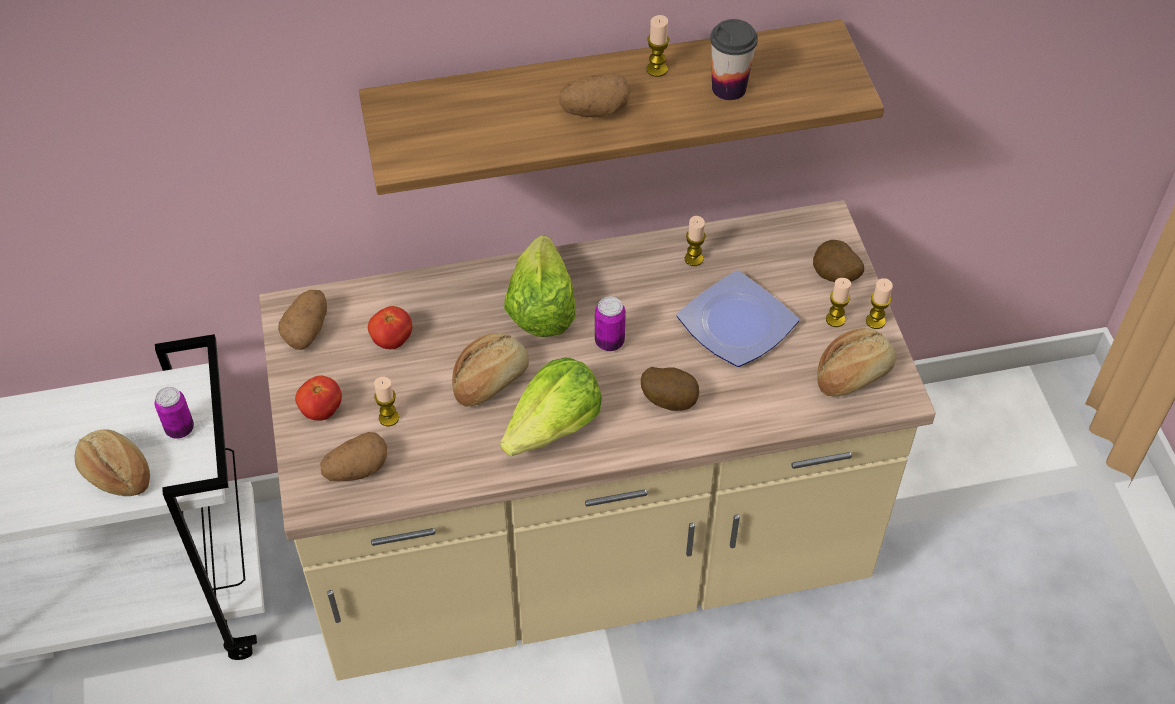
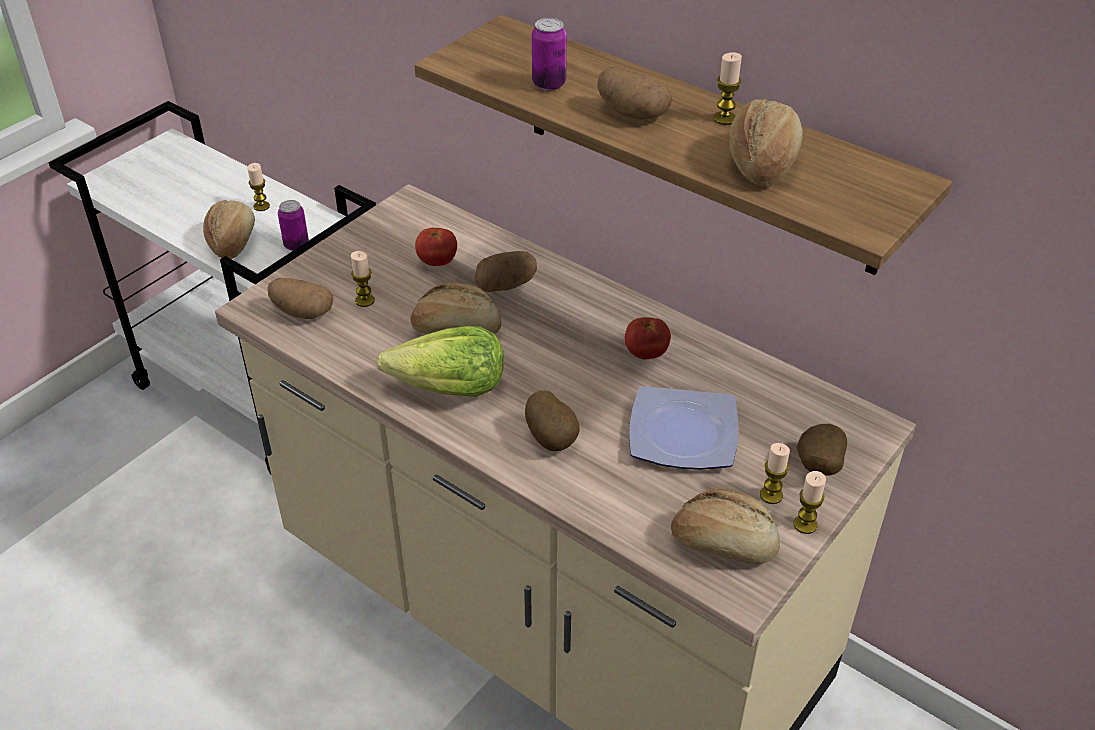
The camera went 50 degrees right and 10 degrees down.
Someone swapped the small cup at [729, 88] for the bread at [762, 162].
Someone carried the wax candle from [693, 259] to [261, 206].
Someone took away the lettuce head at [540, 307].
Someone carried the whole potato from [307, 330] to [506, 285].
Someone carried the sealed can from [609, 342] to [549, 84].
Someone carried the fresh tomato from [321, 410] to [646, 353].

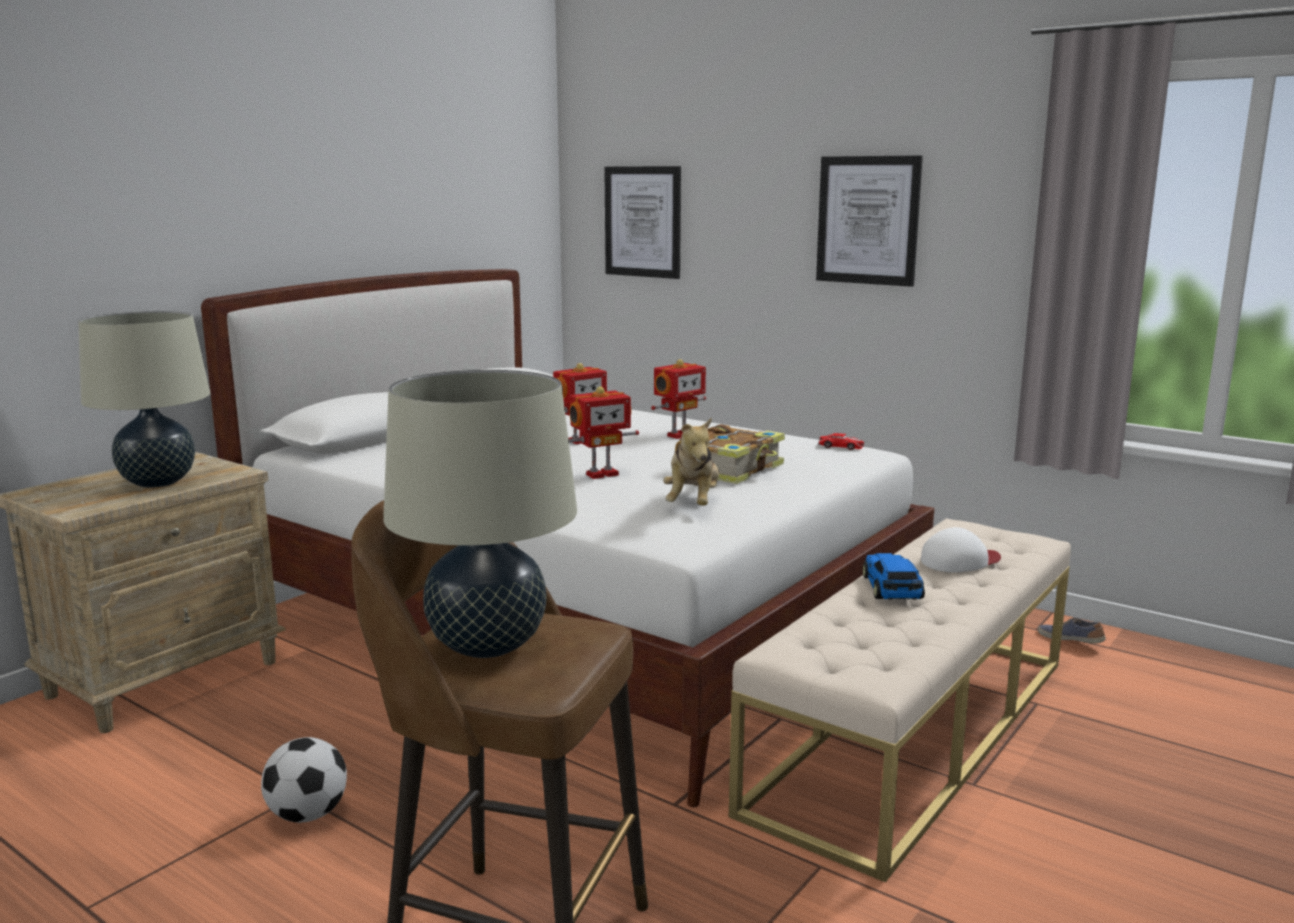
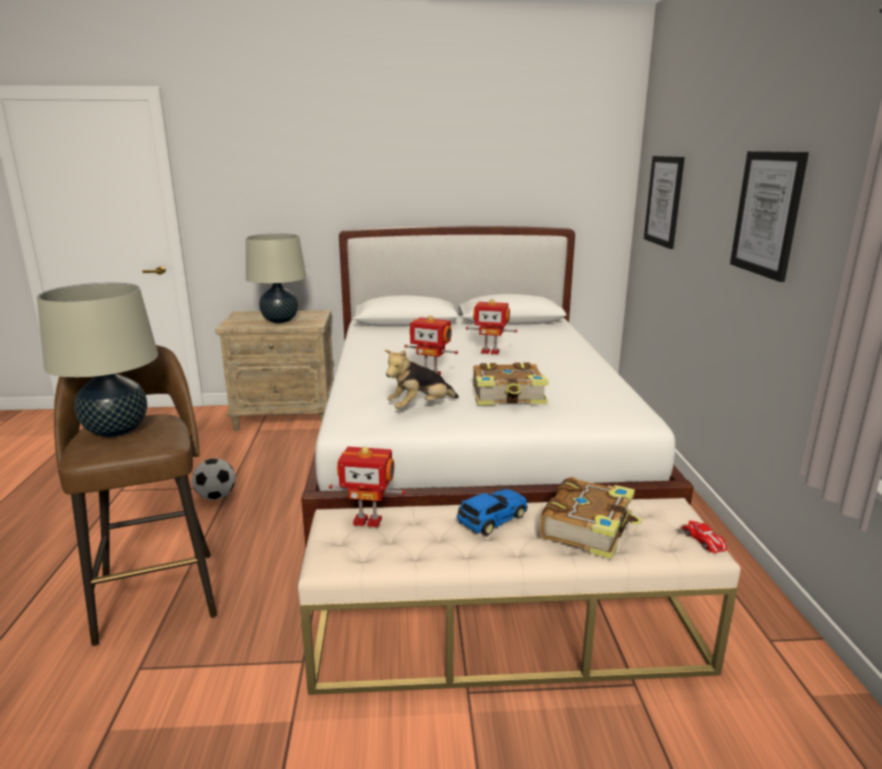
The camera went 50 degrees right and 5 degrees up.
Someone carried the toy robot from [679, 435] to [368, 520].
Someone carried the toy car from [840, 447] to [704, 540].
Someone swapped the white-coloured peaked cap at [960, 561] for the bound book at [589, 528].
Someone took away the shoe at [1070, 640].

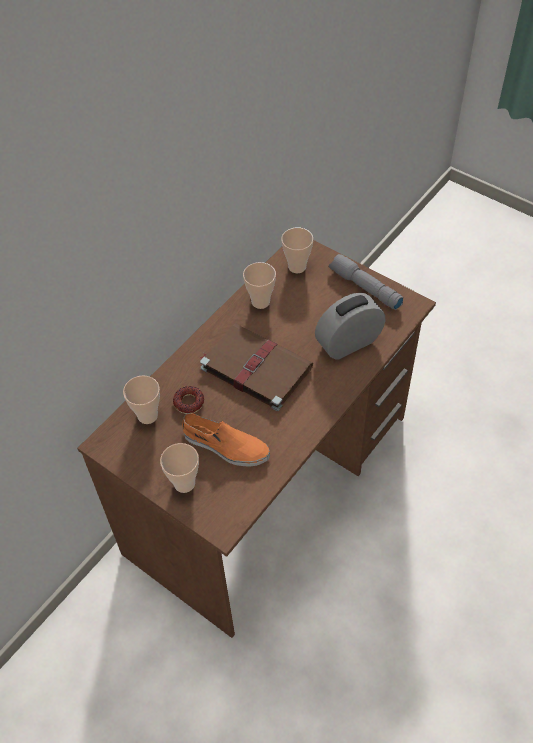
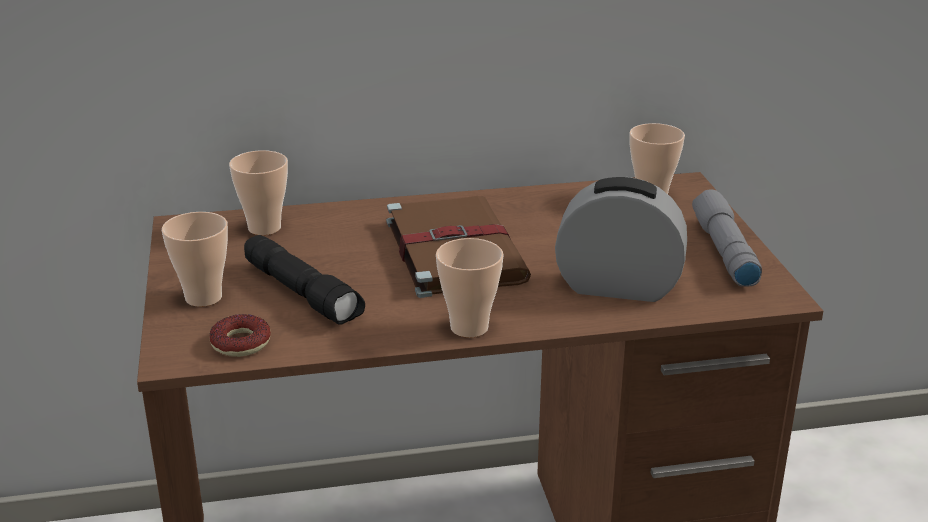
The camera went 40 degrees right and 25 degrees down.
Someone carried the small cup from [260, 302] to [469, 327].
Someone carried the donut from [189, 402] to [240, 343].
Someone swapped the orange shoe at [225, 446] for the black-coloured hand torch at [303, 293].

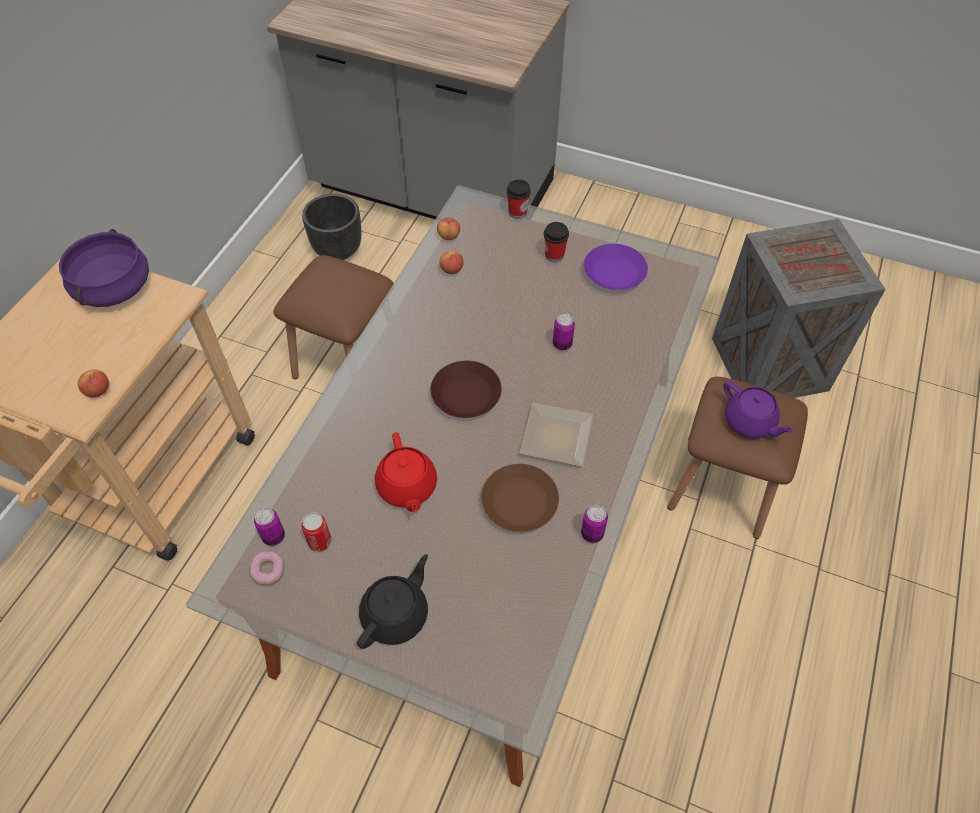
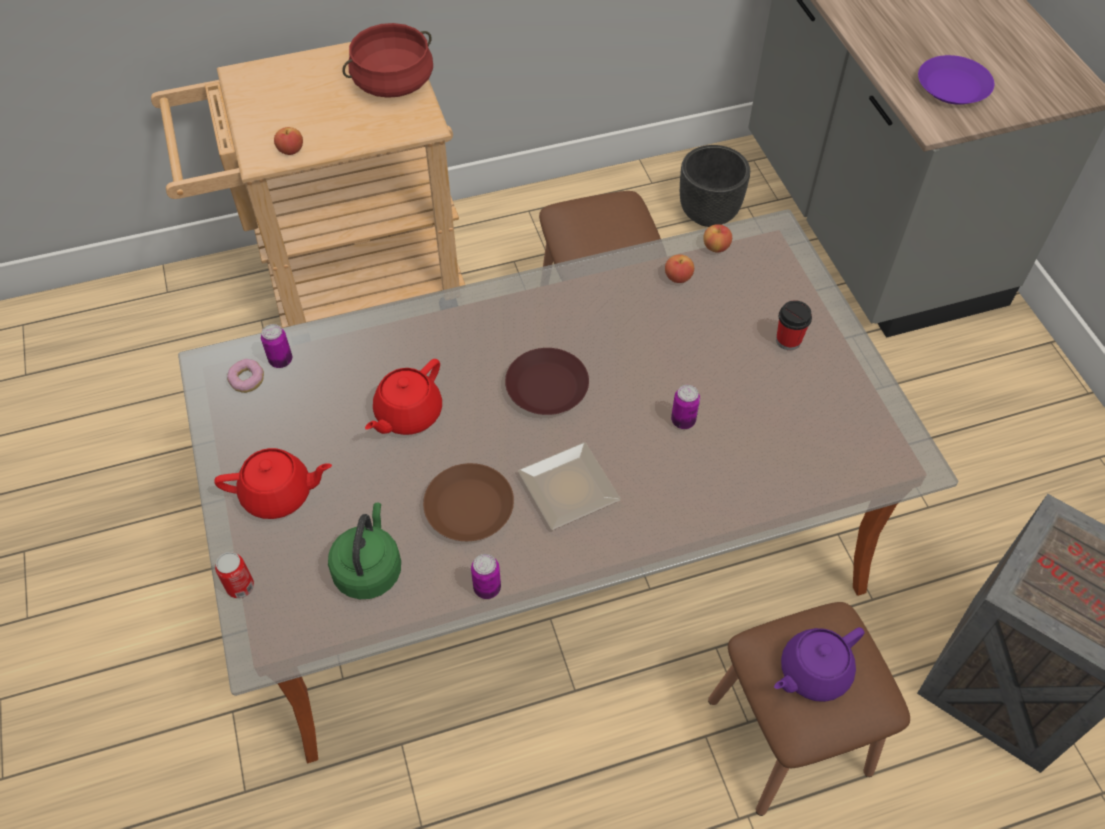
The camera went 50 degrees right and 0 degrees up.
Someone took away the small cup at [517, 212].
Someone repainted the purplish saucepot at [113, 287], which became the red-coloured saucepot at [393, 82].
Someone carried the purplish plate from [615, 272] to [953, 87].
Someone rotated the purplish teapot at [750, 422] by 45 degrees clockwise.
Someone carried the sealed can from [320, 541] to [240, 586].
Someone repainted the black-coloured teapot at [396, 615], which became the red-coloured teapot at [279, 494].
Someone put down the green water kettle at [369, 569].

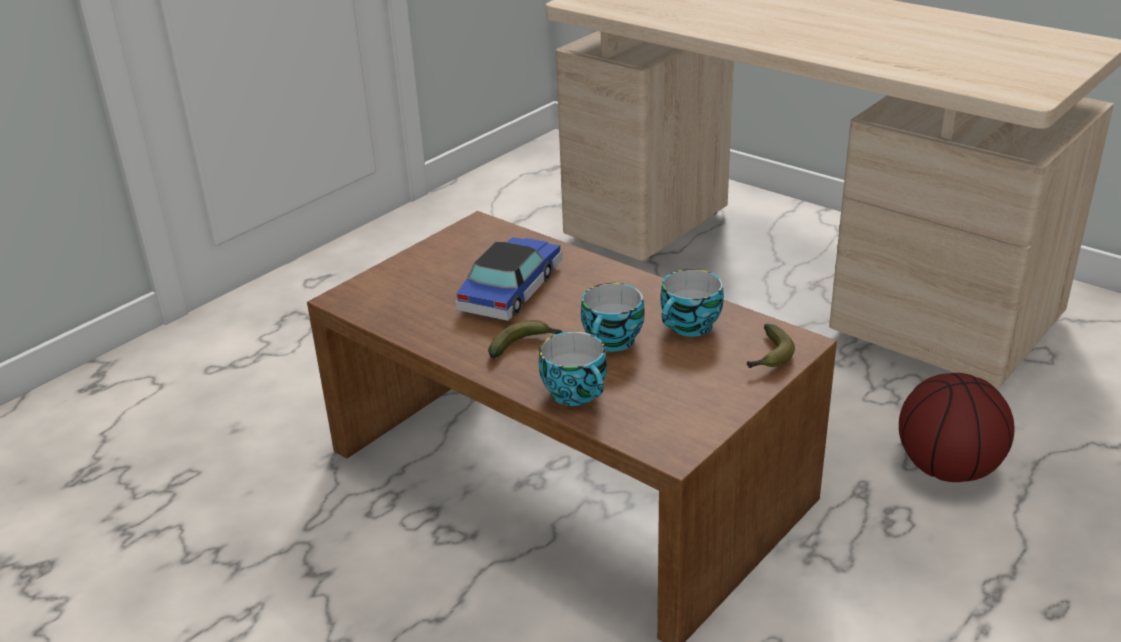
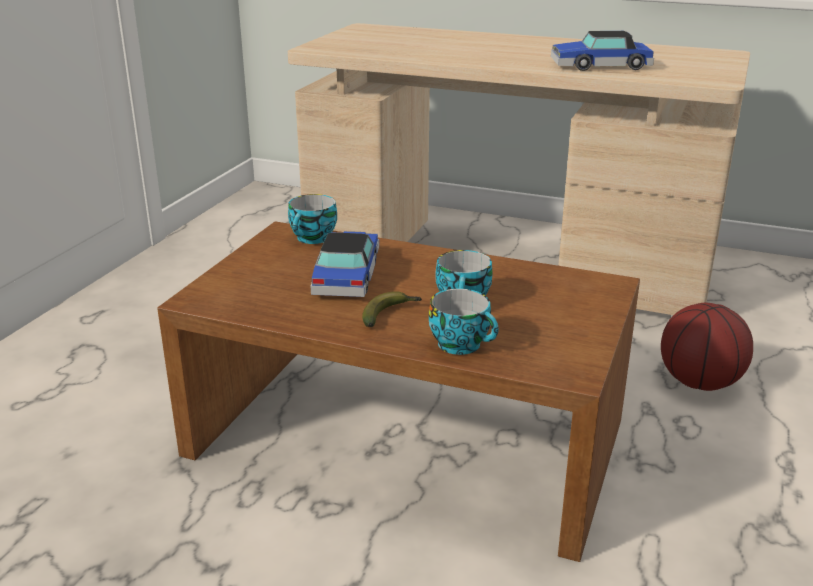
The camera went 20 degrees left and 5 degrees down.
Someone carried the small cup from [690, 327] to [313, 238].
Someone took away the banana at [769, 357].
Someone put down the toy car at [600, 66].

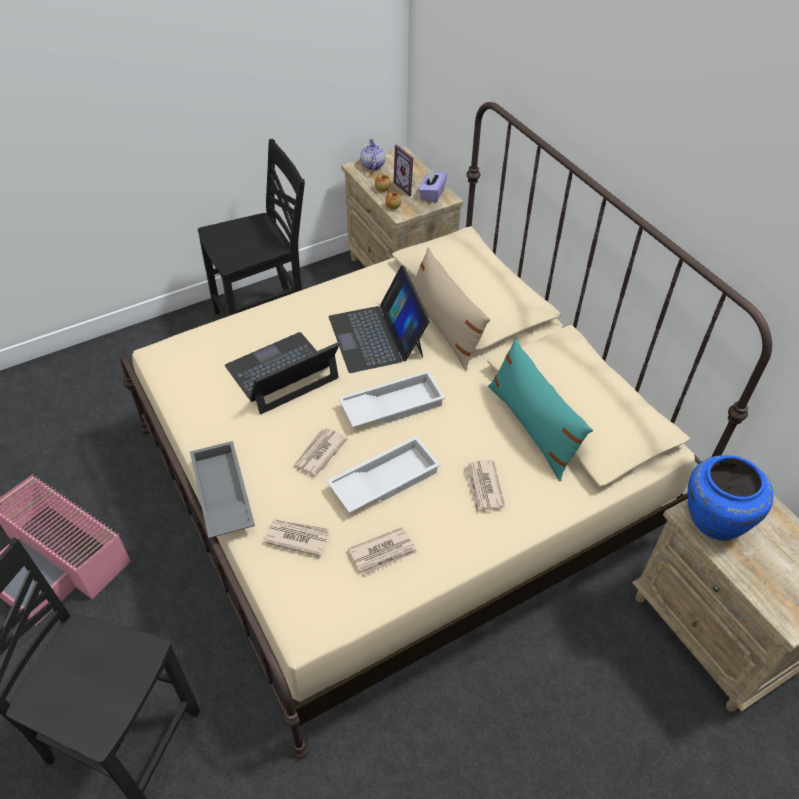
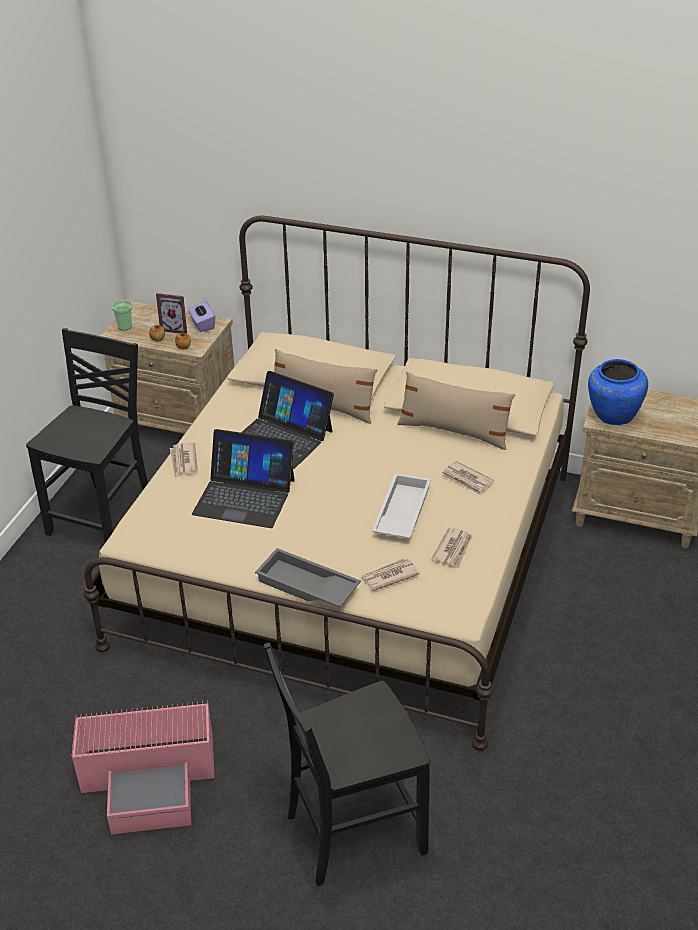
The camera went 40 degrees left and 10 degrees down.
Someone swapped the teapot at [372, 165] for the small cup at [125, 327].
Someone rotated the portable computer at [282, 373] by 90 degrees counterclockwise.
Someone repainted the turquoise pillow at [532, 427], which became the sand-coloured pillow at [454, 431].
Someone took away the white-coloured tray at [392, 405].
Someone carried the daily paper from [318, 453] to [183, 462].

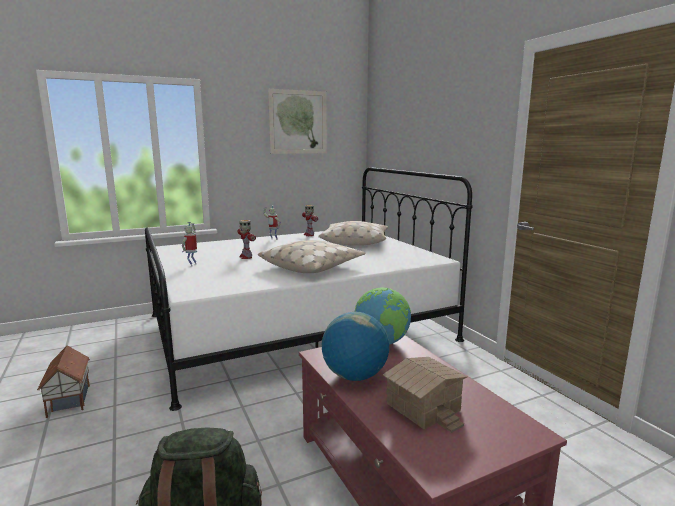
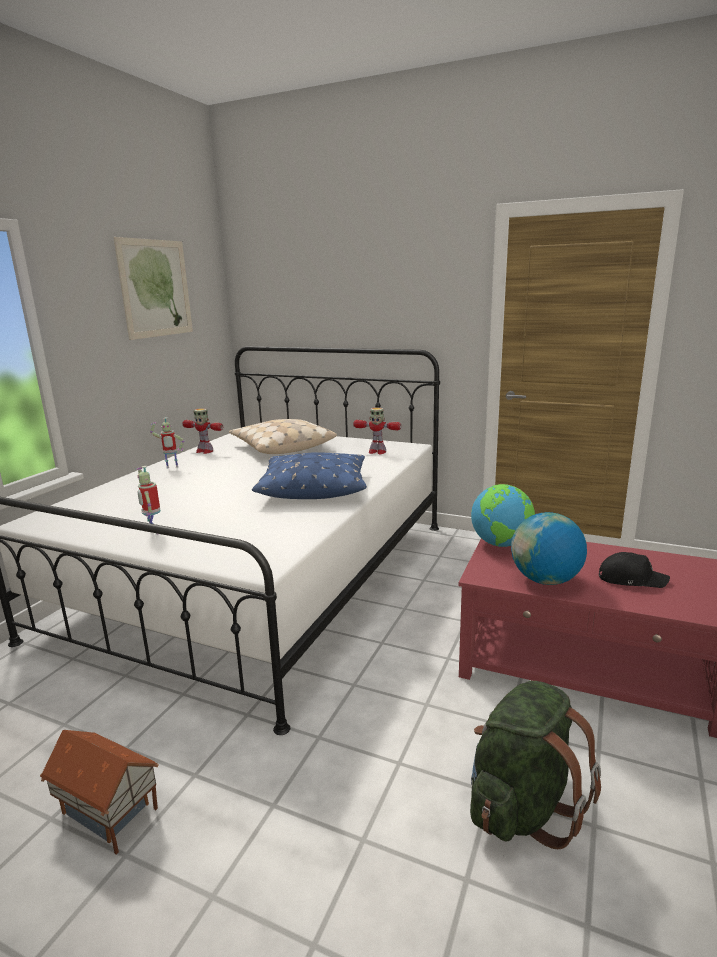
The camera went 40 degrees left and 5 degrees up.
Someone carried the toy robot from [246, 257] to [377, 452].
Someone repainted the sand-coloured pillow at [312, 266], which became the bluish pillow at [313, 488].
Someone swapped the model house at [424, 406] for the black-coloured peaked cap at [630, 579].

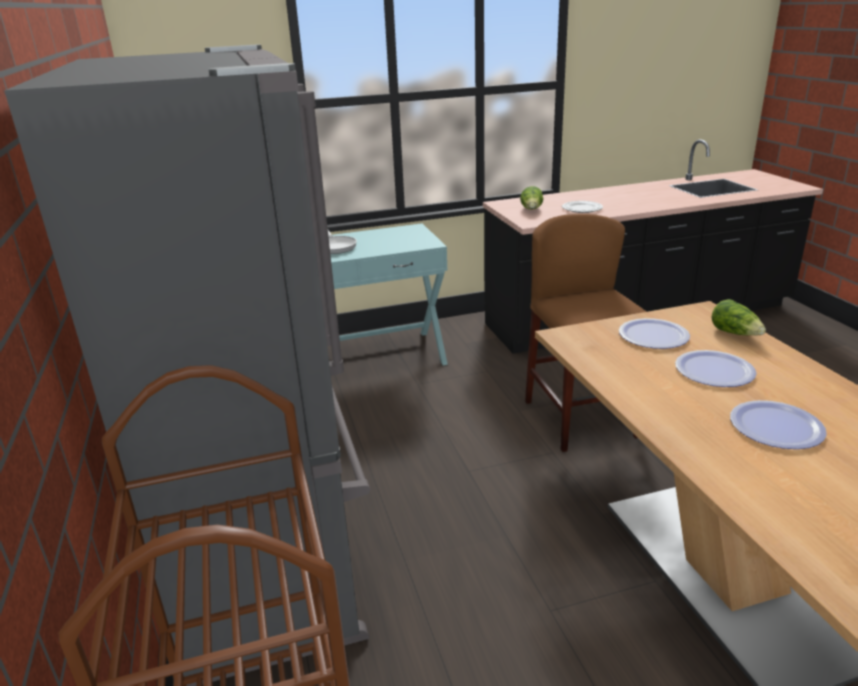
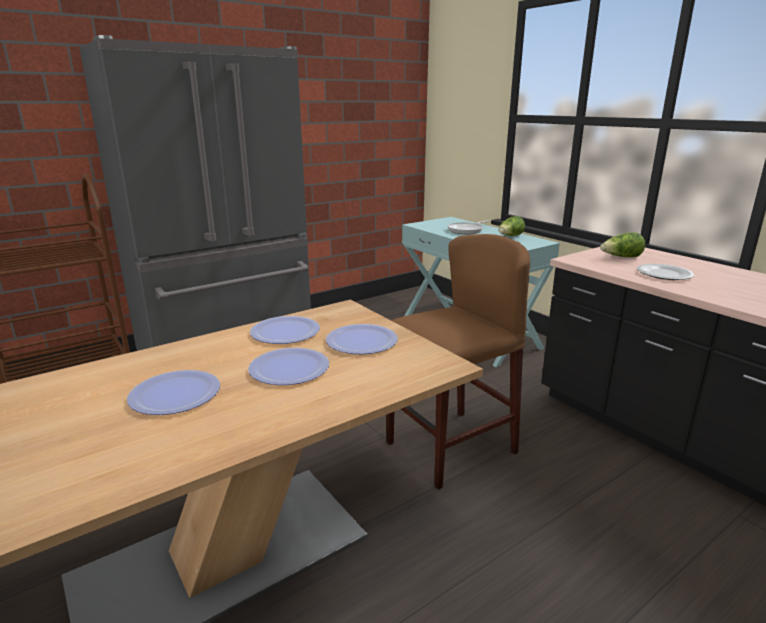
The camera went 70 degrees right and 5 degrees down.
Someone carried the lettuce head from [735, 333] to [510, 236].
Someone put down the plate at [285, 332].

